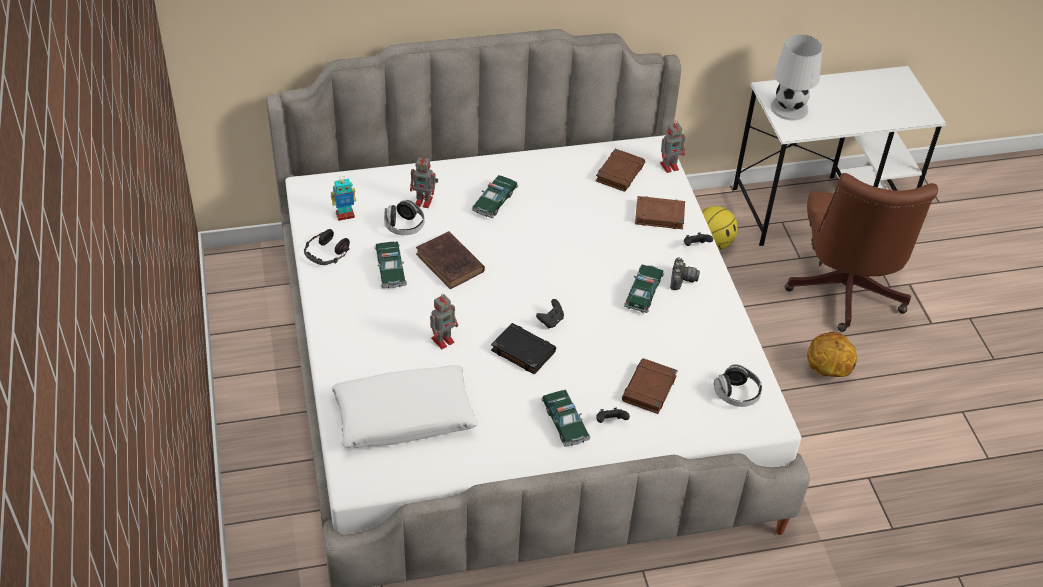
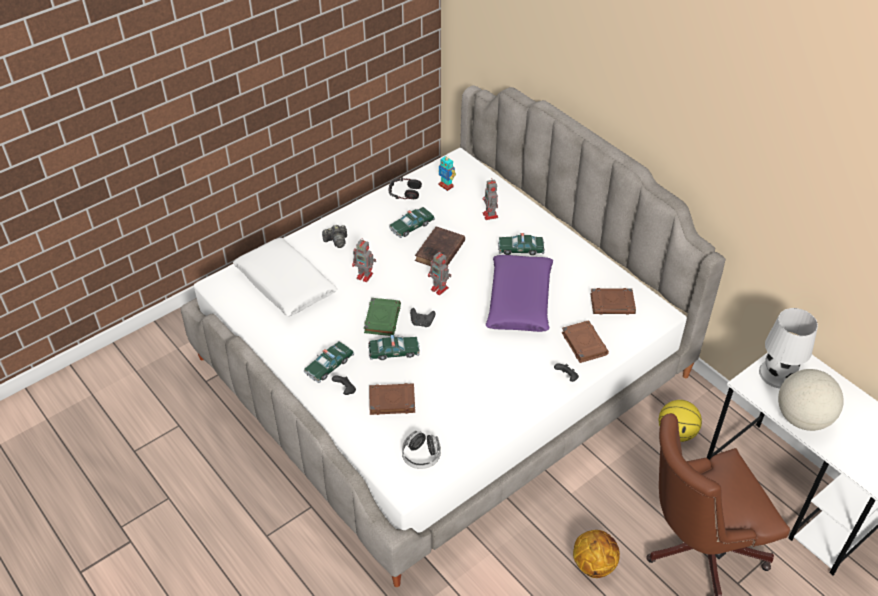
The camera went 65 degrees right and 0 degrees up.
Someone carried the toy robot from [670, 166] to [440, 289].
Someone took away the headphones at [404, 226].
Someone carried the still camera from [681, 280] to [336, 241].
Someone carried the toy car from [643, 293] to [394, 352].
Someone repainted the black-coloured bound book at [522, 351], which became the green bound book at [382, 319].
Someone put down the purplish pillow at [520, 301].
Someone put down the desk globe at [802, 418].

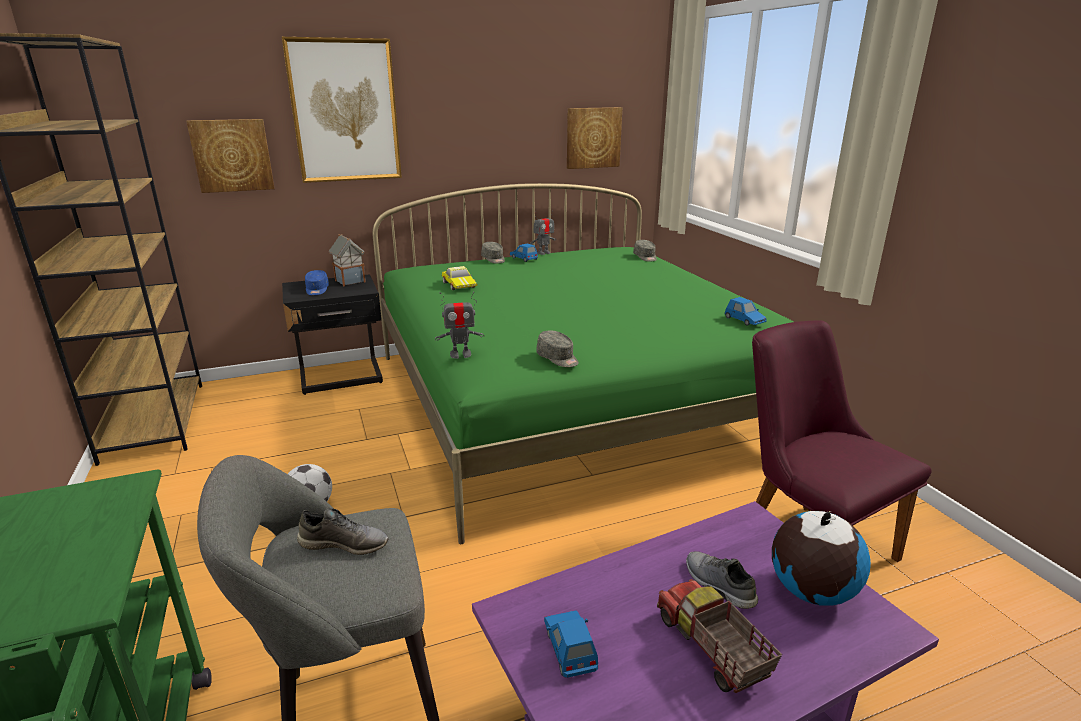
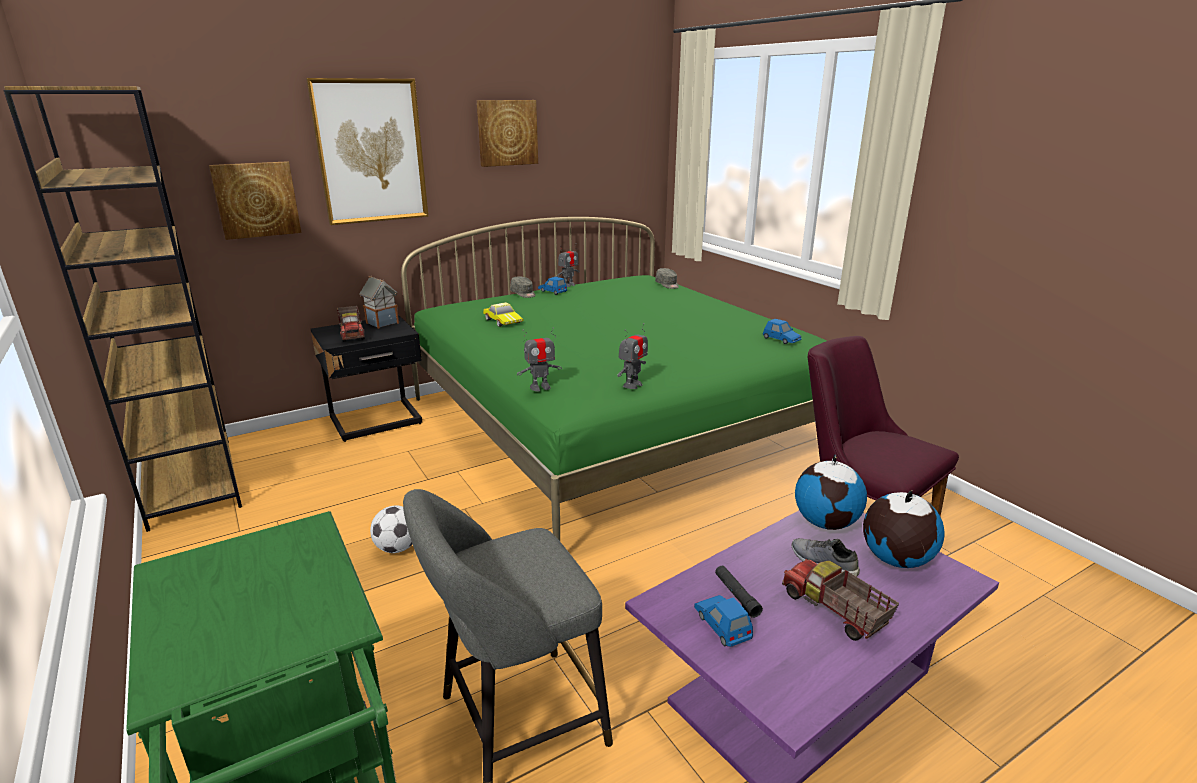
The camera went 10 degrees left and 0 degrees up.
Someone carried the picture from [593, 138] to [507, 133].
Someone swapped the bluish peaked cap at [317, 290] for the toy truck at [352, 334].
Someone swapped the gray peaked cap at [558, 358] for the toy robot at [632, 385].
Someone took away the gray shoe at [345, 543].
Someone put down the desk globe at [826, 523].
Someone put down the black-coloured hand torch at [736, 595].

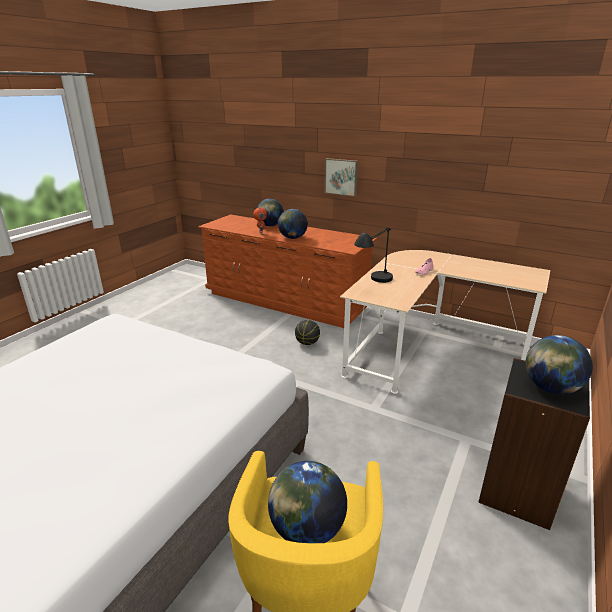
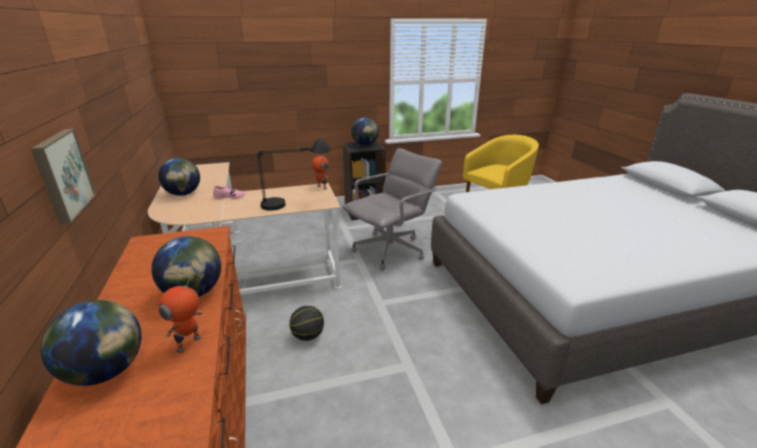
The camera went 135 degrees left and 0 degrees up.
Someone carried the desk globe from [306, 529] to [183, 194].
Someone put down the gray computer chair at [390, 250].
Someone put down the toy robot at [321, 187].

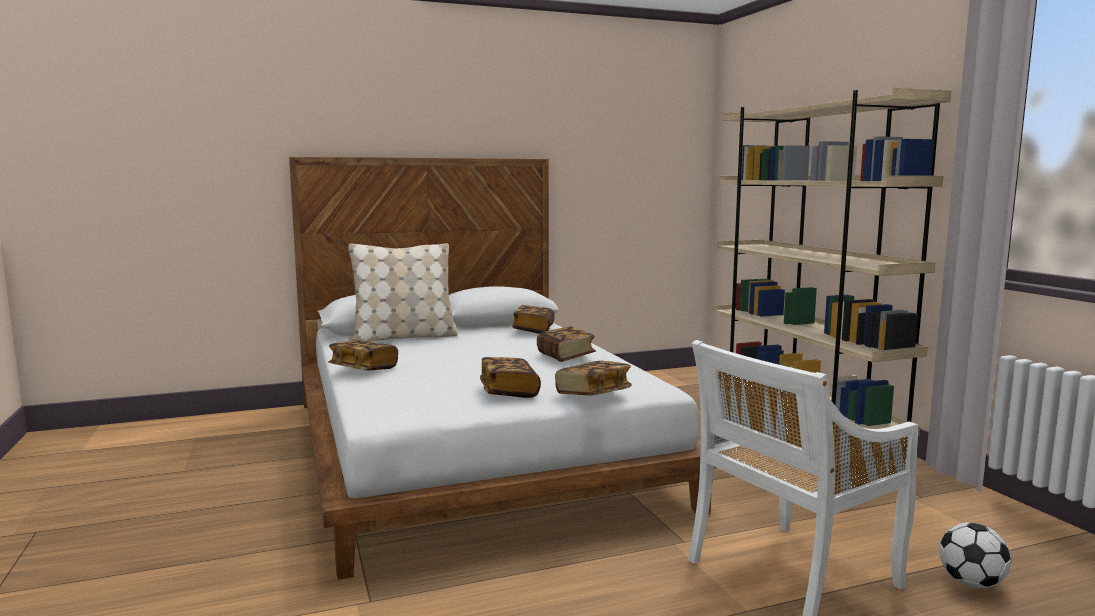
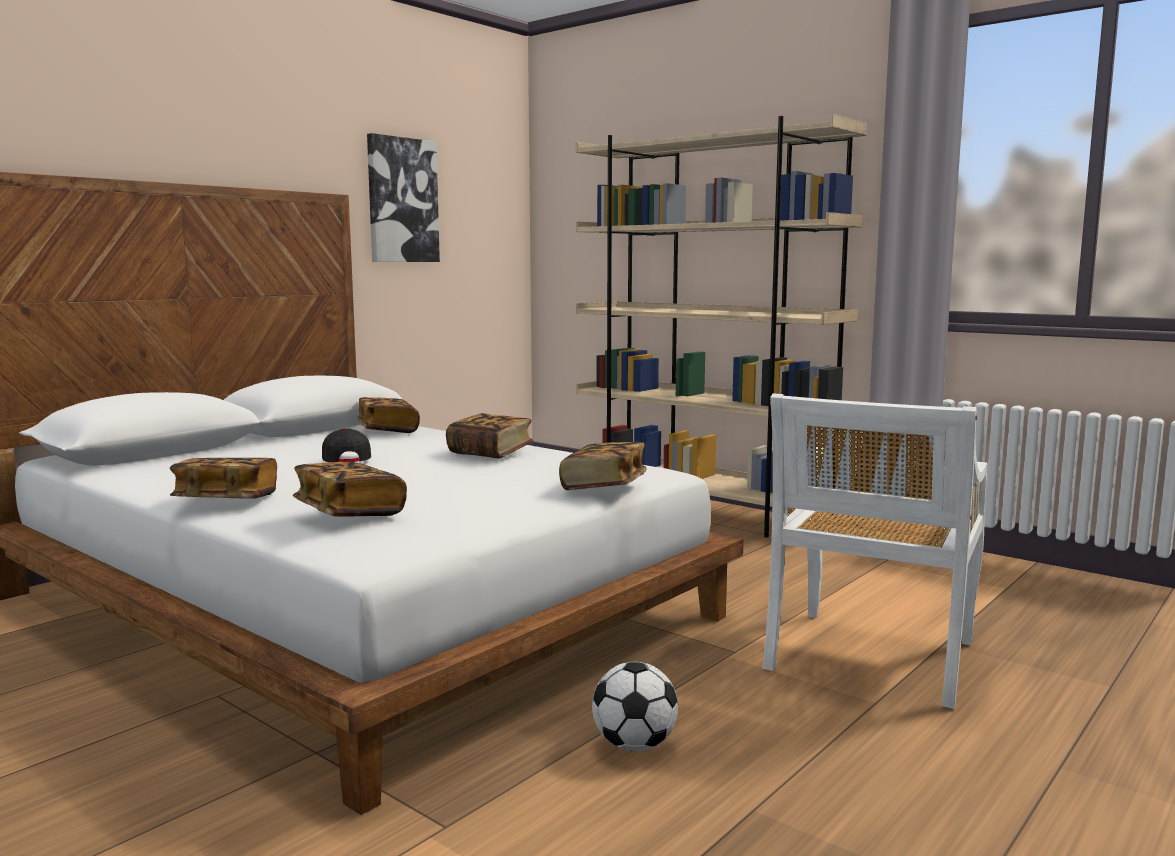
The camera went 30 degrees left and 0 degrees up.
Someone took away the sand-coloured pillow at [404, 337].
Someone carried the bound book from [509, 391] to [349, 512].
Someone carried the football from [971, 583] to [634, 745].
Someone put up the picture at [402, 200].
Someone put down the black-coloured peaked cap at [345, 459].

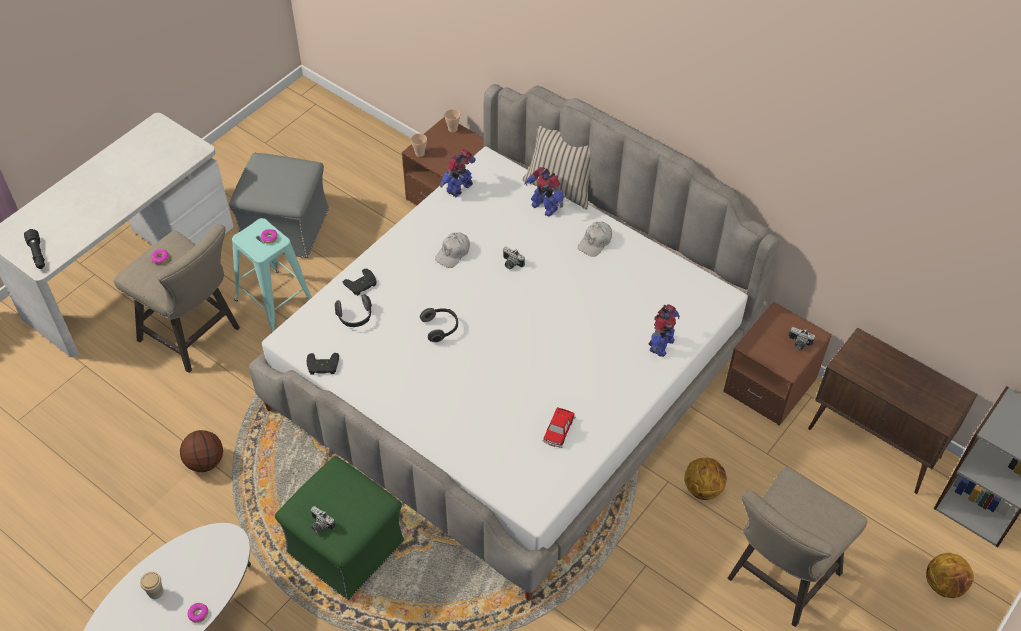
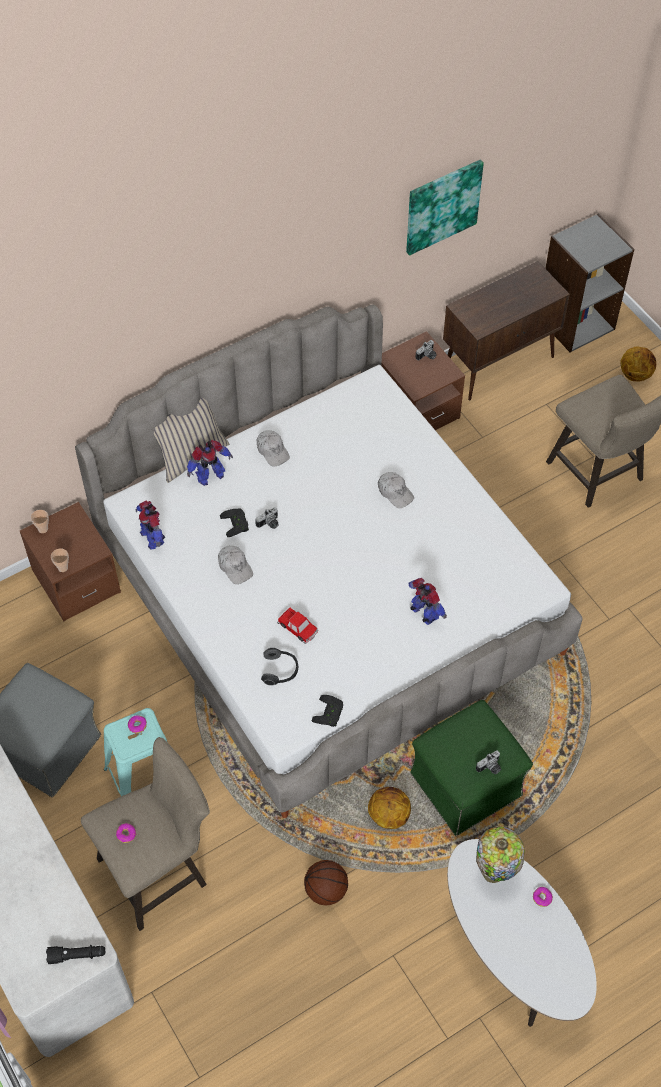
The camera went 70 degrees left and 5 degrees up.
Someone carried the black-coloured joypad from [361, 285] to [237, 523].
Someone carried the toy robot from [660, 345] to [424, 613].
Someone took away the headphones at [440, 328].
Someone carried the toy car from [558, 430] to [298, 628].
Someone carried the ball for basketball from [703, 488] to [388, 815].
Someone took away the small cup at [155, 592].
Someone put up the picture at [442, 206].
Someone put down the white-coloured peaked cap at [395, 492].
Someone put down the tabletop lamp at [495, 872].

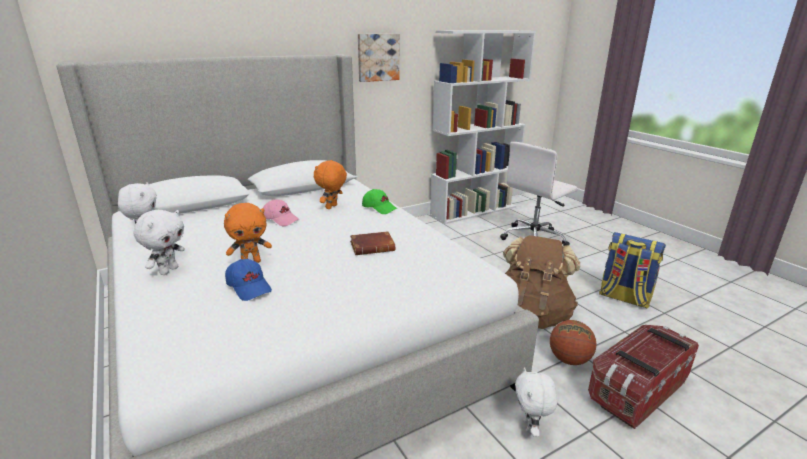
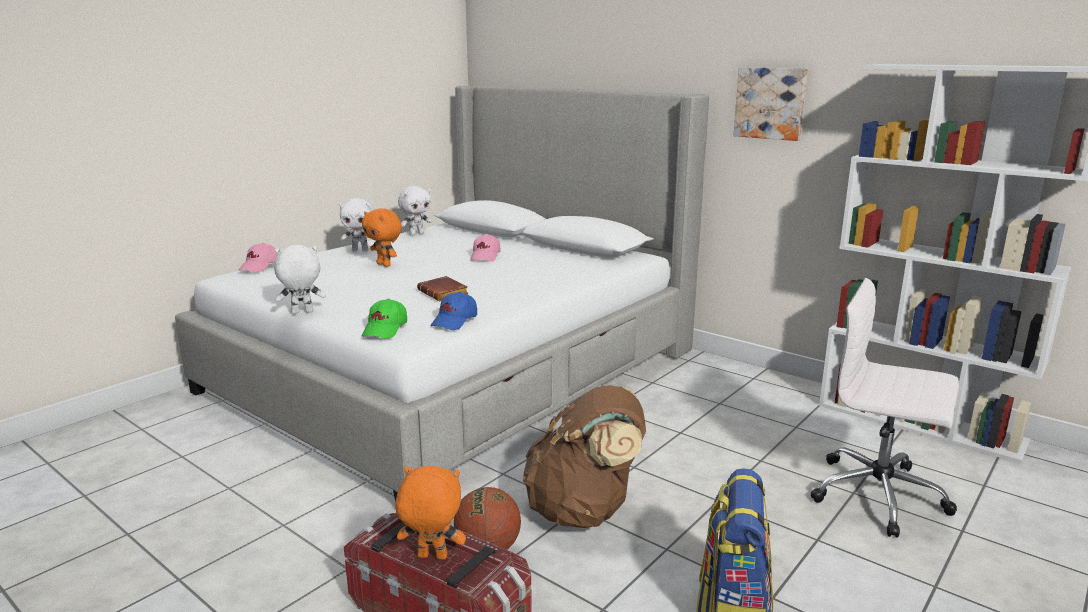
The camera went 70 degrees right and 5 degrees down.
Someone carried the orange plush toy from [332, 207] to [431, 557].
Someone carried the green peaked cap from [379, 208] to [385, 330].
Someone carried the bluish peaked cap from [249, 287] to [455, 321].
Someone carried the white-coloured plush toy from [530, 429] to [302, 312].
Someone put down the pink peaked cap at [260, 267].

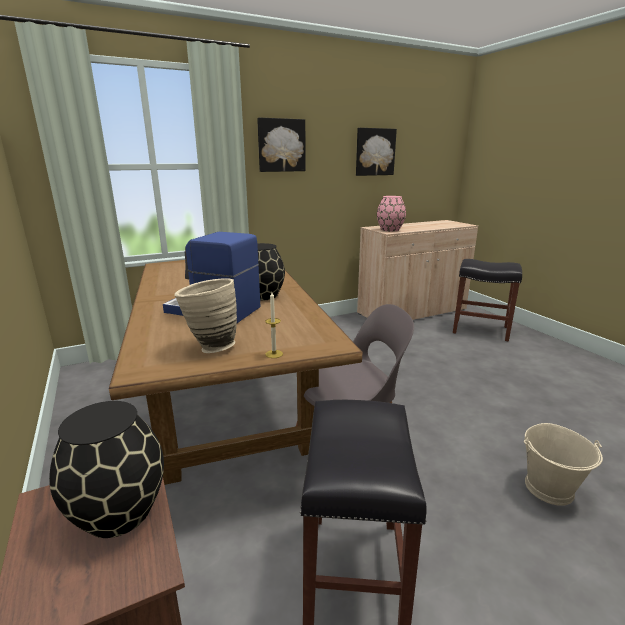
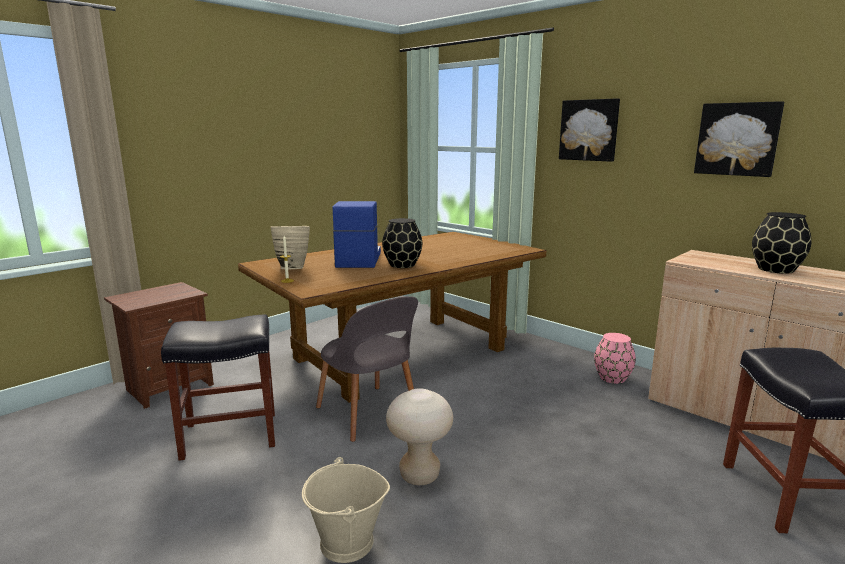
The camera went 70 degrees right and 5 degrees down.
Someone carried the pink vase from [390, 229] to [612, 378].
Someone carried the black-coloured vase from [121, 512] to [776, 269].
Someone put down the sand-coloured sitting stool at [419, 475].

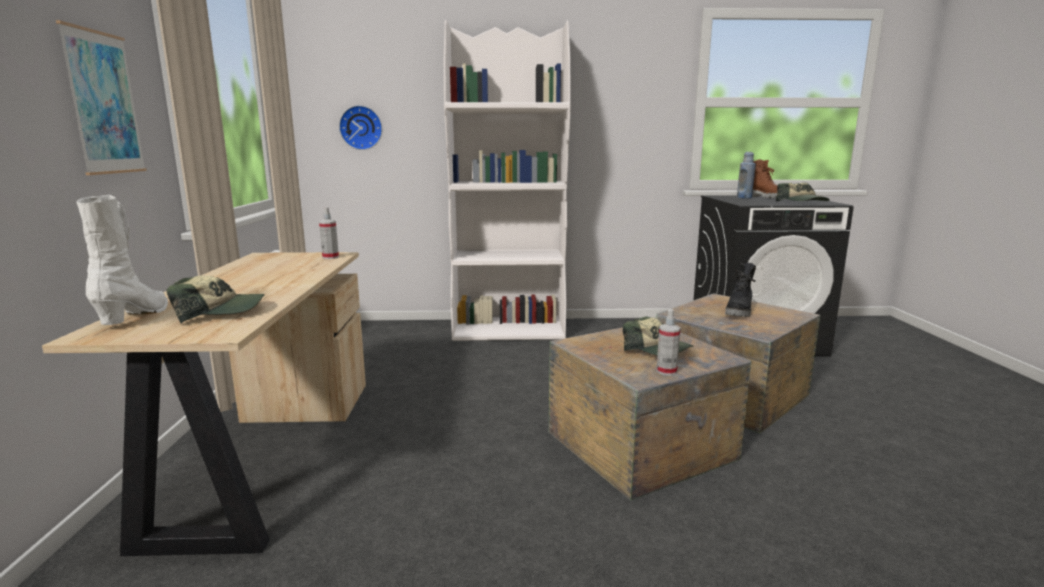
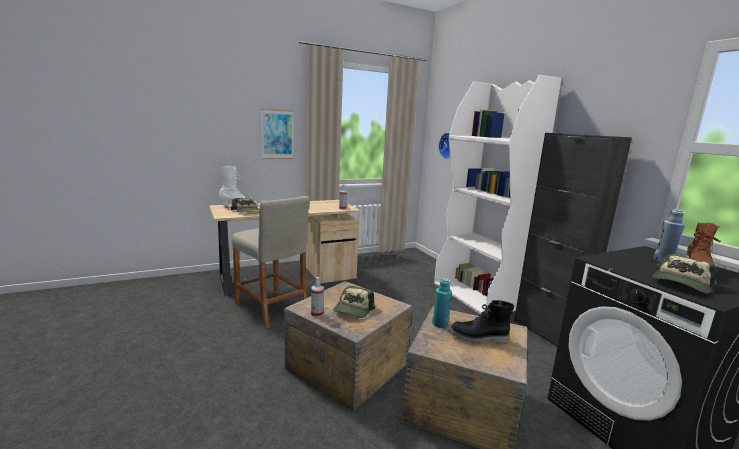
The camera went 65 degrees right and 0 degrees up.
Someone put down the black-coloured cupboard at [547, 333].
Someone put down the sand-coloured sitting stool at [271, 308].
Someone put down the turquoise beverage bottle at [440, 324].

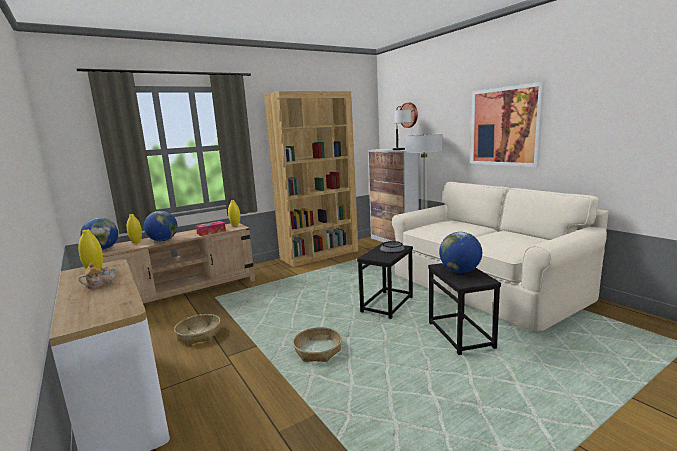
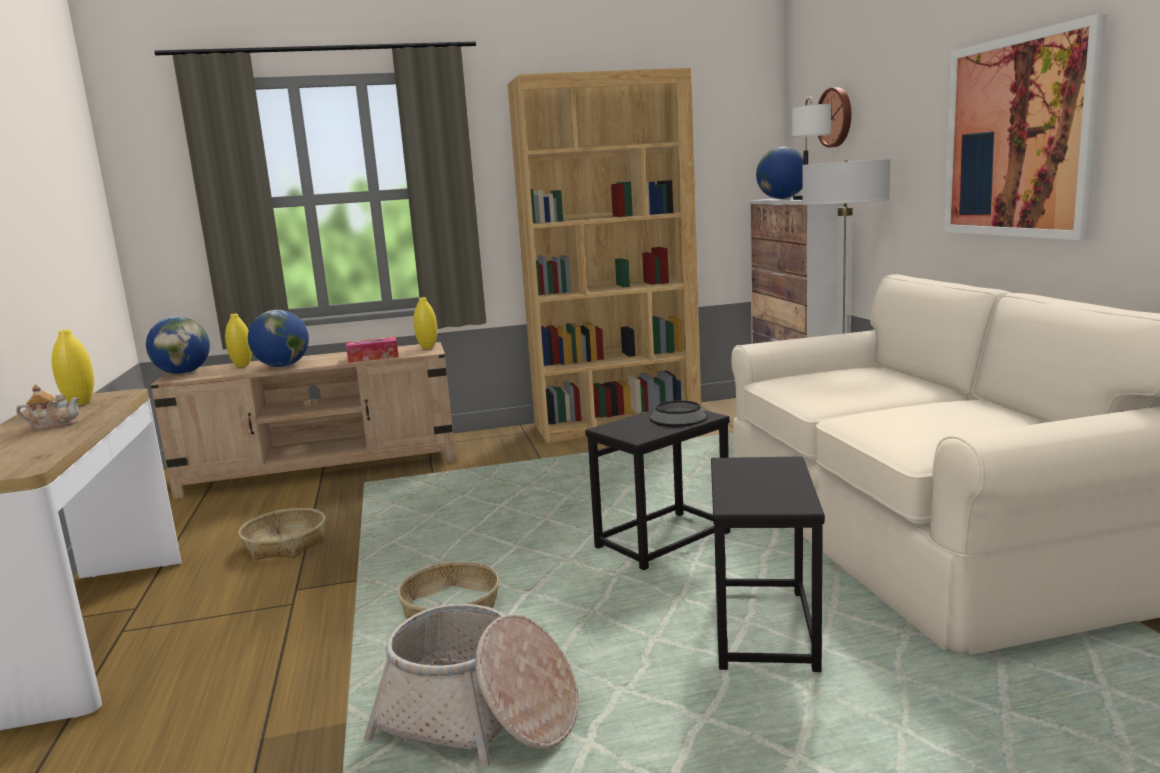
The camera went 20 degrees right and 0 degrees up.
Someone carried the desk globe from [460, 271] to [782, 198].
Someone put down the storage basket at [479, 717].

